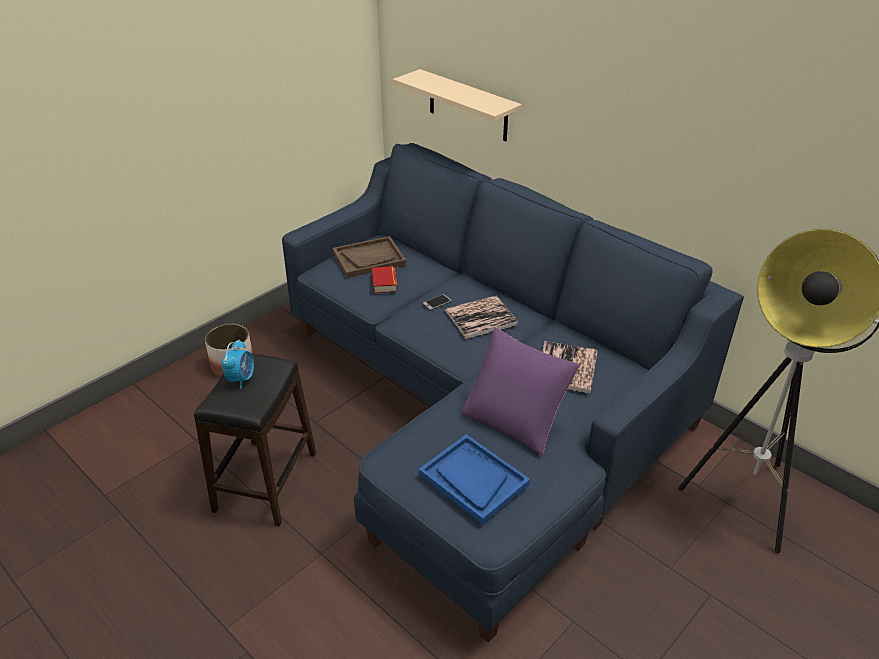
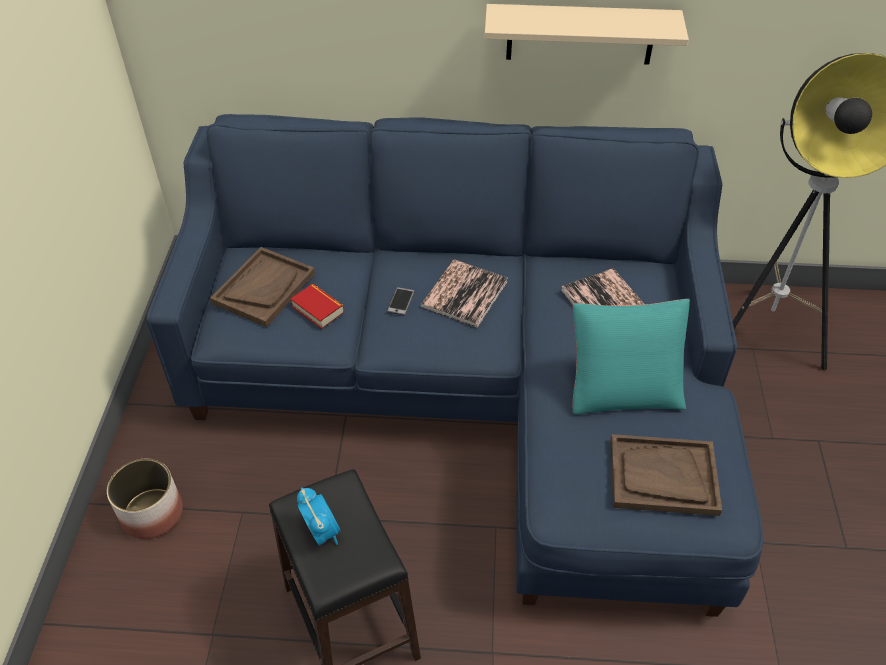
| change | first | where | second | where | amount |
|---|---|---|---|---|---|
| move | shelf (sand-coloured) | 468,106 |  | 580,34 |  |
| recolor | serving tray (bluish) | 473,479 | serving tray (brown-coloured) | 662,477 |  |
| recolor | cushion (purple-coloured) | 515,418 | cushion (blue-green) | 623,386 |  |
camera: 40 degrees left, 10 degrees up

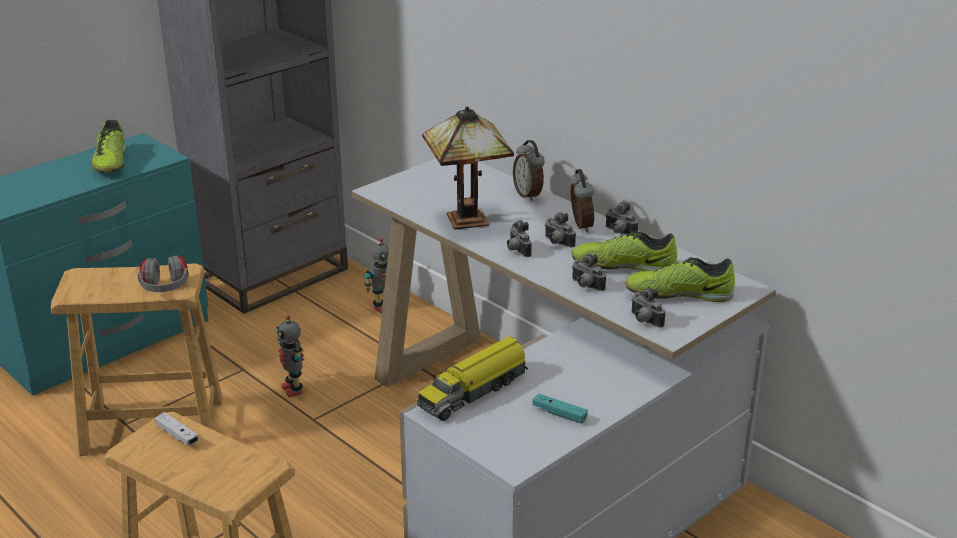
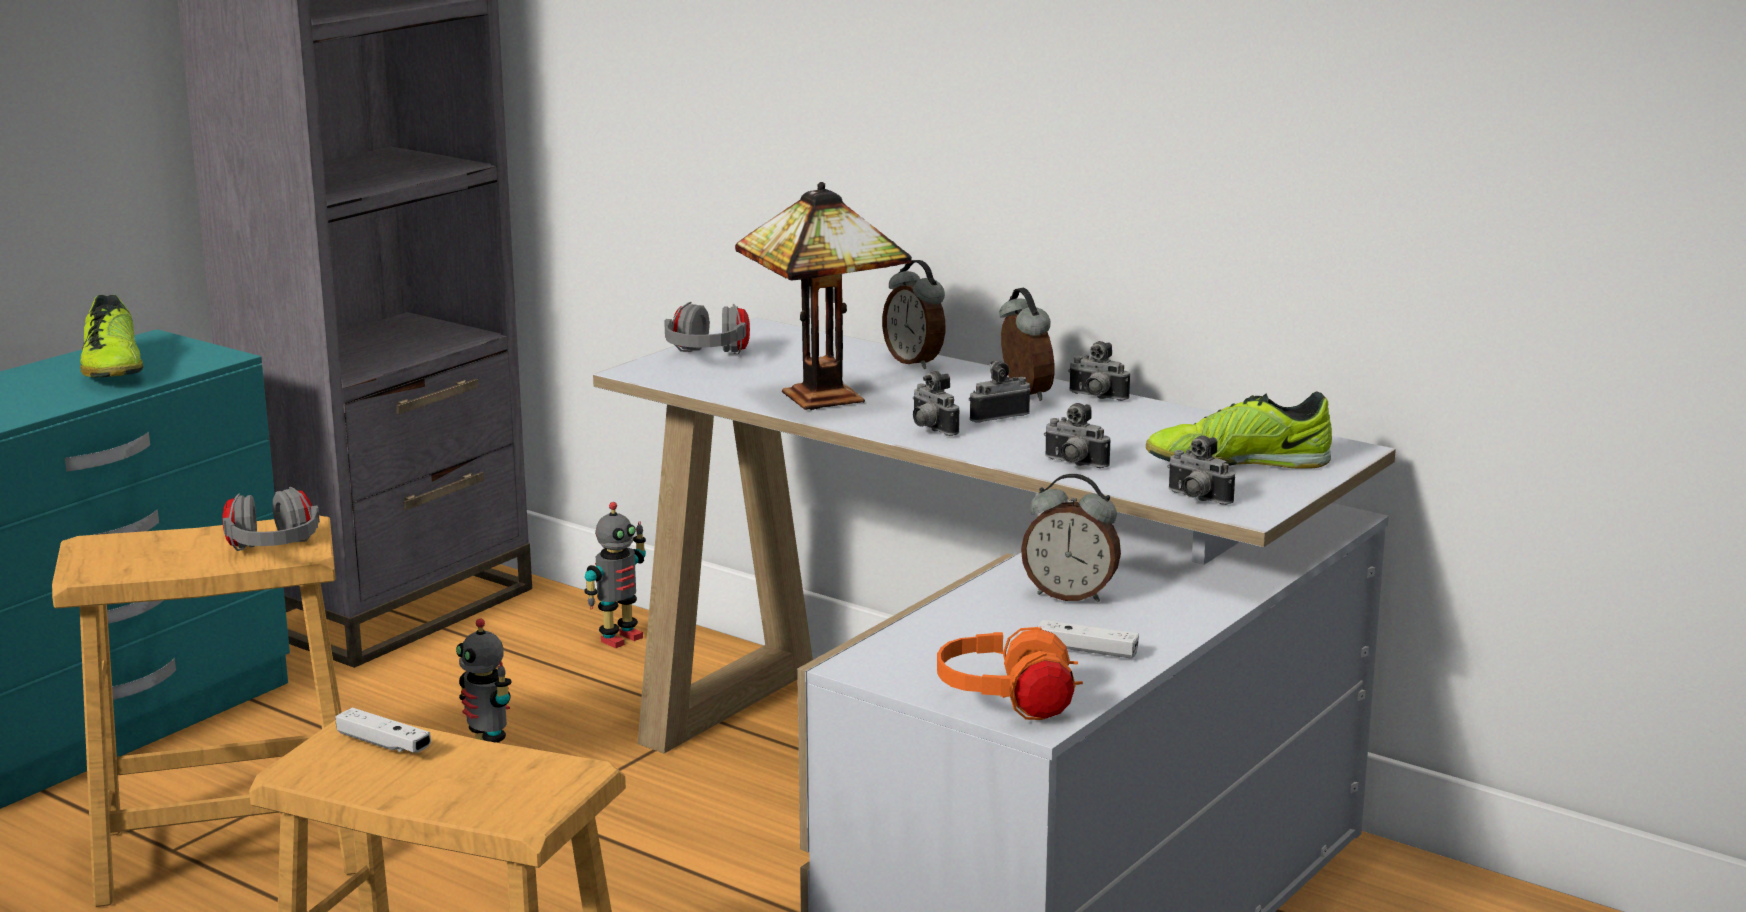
| change | first | where | second | where | amount |
|---|---|---|---|---|---|
| delete | model truck | 474,391 |  |  |  |
| recolor | joypad (blue-green) | 559,414 | joypad (whitish) | 1086,650 |  |
| rotate | photo camera | 557,243 |  | 996,416 | 120 degrees clockwise |
| delete | shoe | 623,266 |  |  |  |
| insert |  |  | headset (greyish) | 707,359 |  |
| insert |  |  | headset (orange) | 1008,705 |  |
| insert |  |  | bedside clock | 1070,595 |  |
camera: 10 degrees left, 10 degrees down

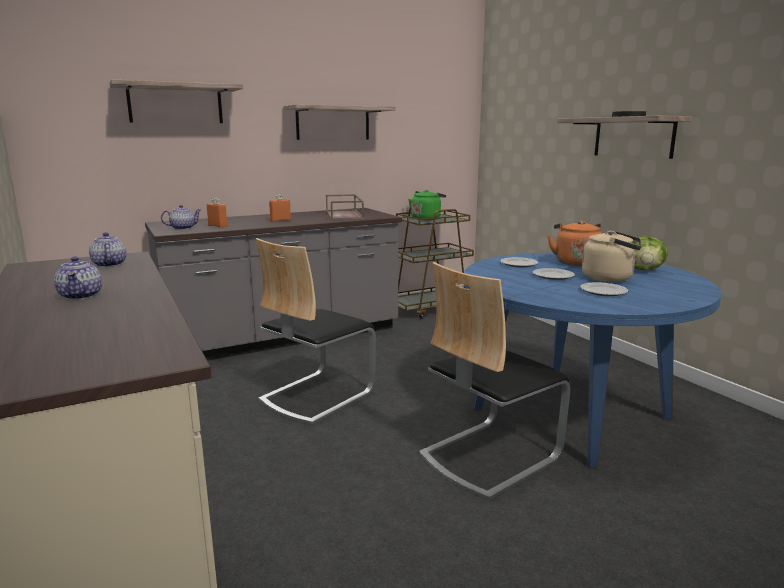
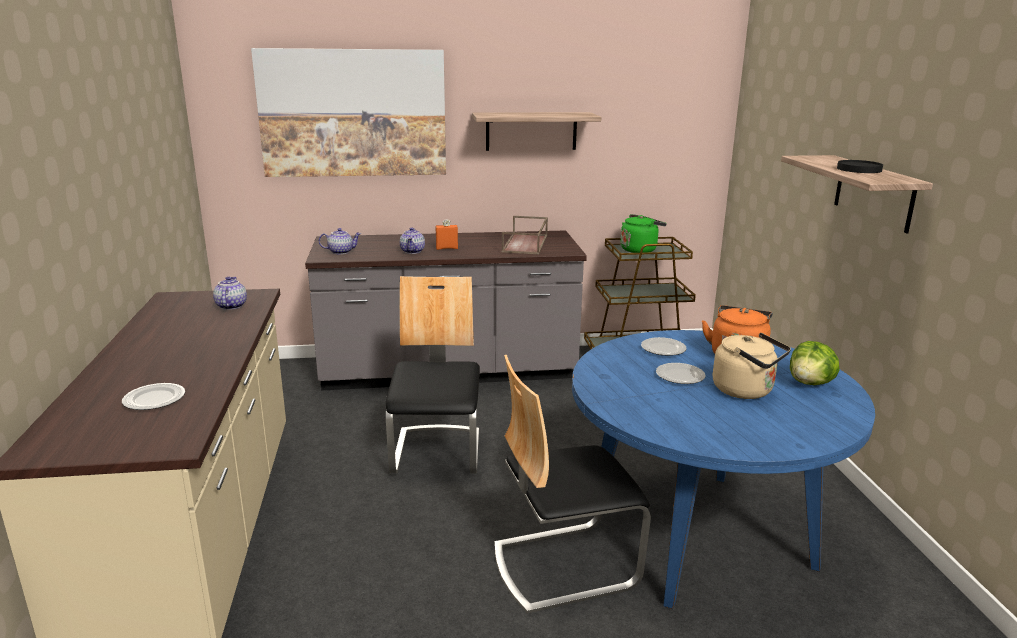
| change | first | where | second | where | amount |
|---|---|---|---|---|---|
| move | pot for tea | 81,296 |  | 413,251 |  |
| replace | shelf | 175,104 | wall art | 353,113 |  |
| delete | beverage bottle (orange) | 217,226 |  |  |  |
| rotate | upright chair | 316,395 |  | 437,452 | 120 degrees clockwise |
| move | dinner plate | 603,292 |  | 153,400 |  |
camera: 20 degrees right, 5 degrees up

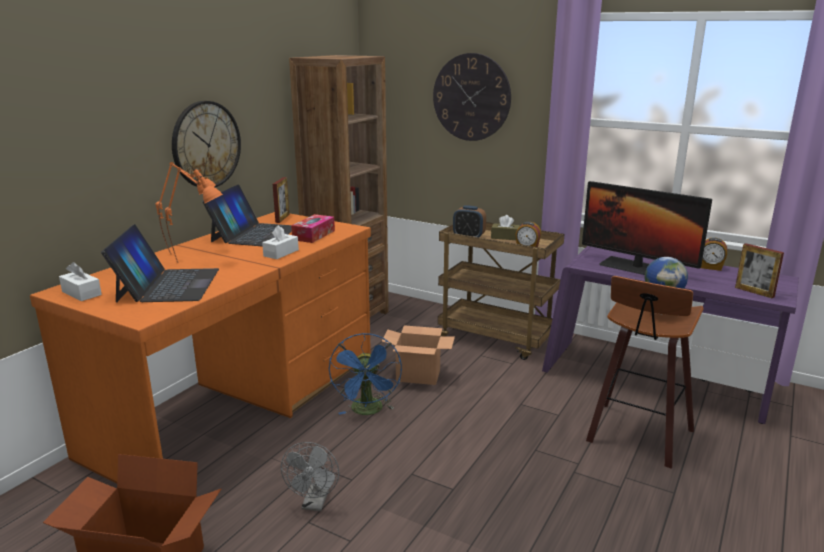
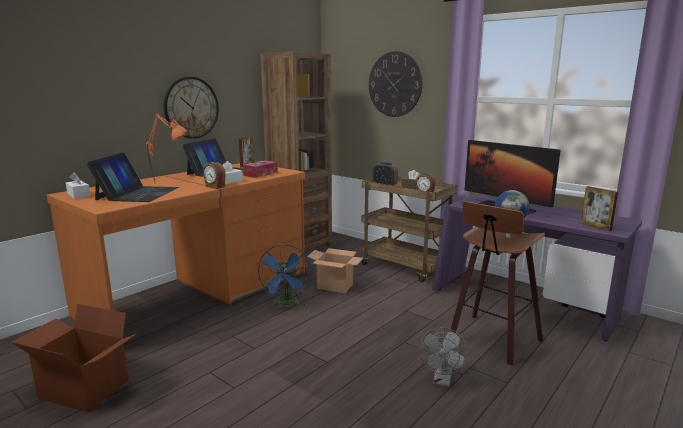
| change | first | where | second | where | amount |
|---|---|---|---|---|---|
| move | cooling fan (greyish) | 315,503 |  | 442,381 |  |
| move | bedside clock | 710,267 |  | 214,187 |  |
camera: 10 degrees right, 5 degrees down

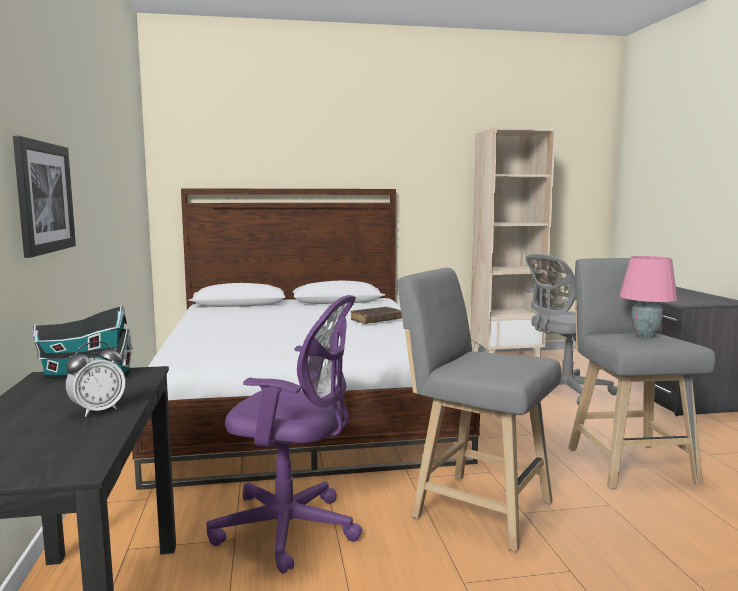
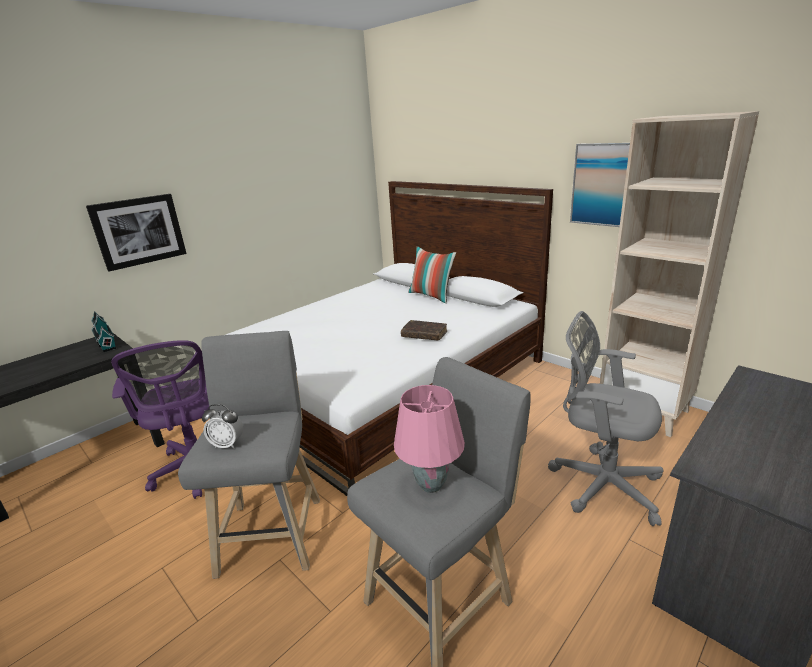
| change | first | where | second | where | amount |
|---|---|---|---|---|---|
| move | bedside clock | 98,411 |  | 227,444 |  |
| insert |  |  | cushion | 431,296 |  |
| insert |  |  | wall art | 605,185 |  |
camera: 55 degrees right, 15 degrees up

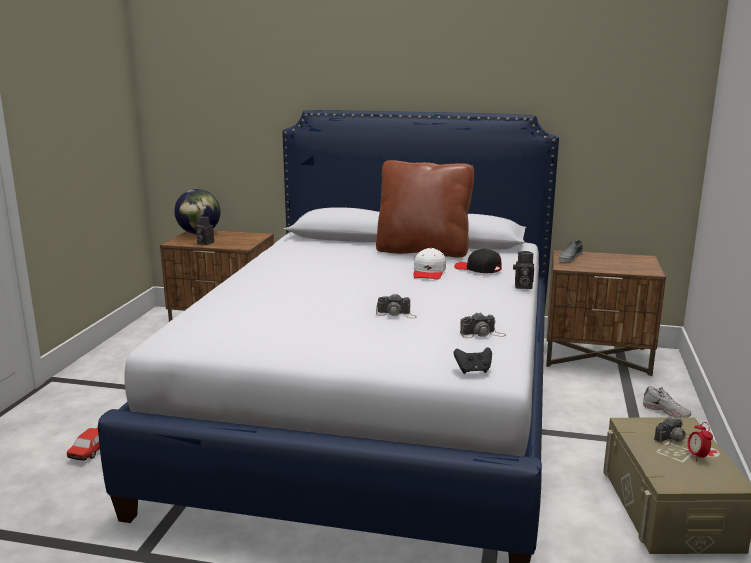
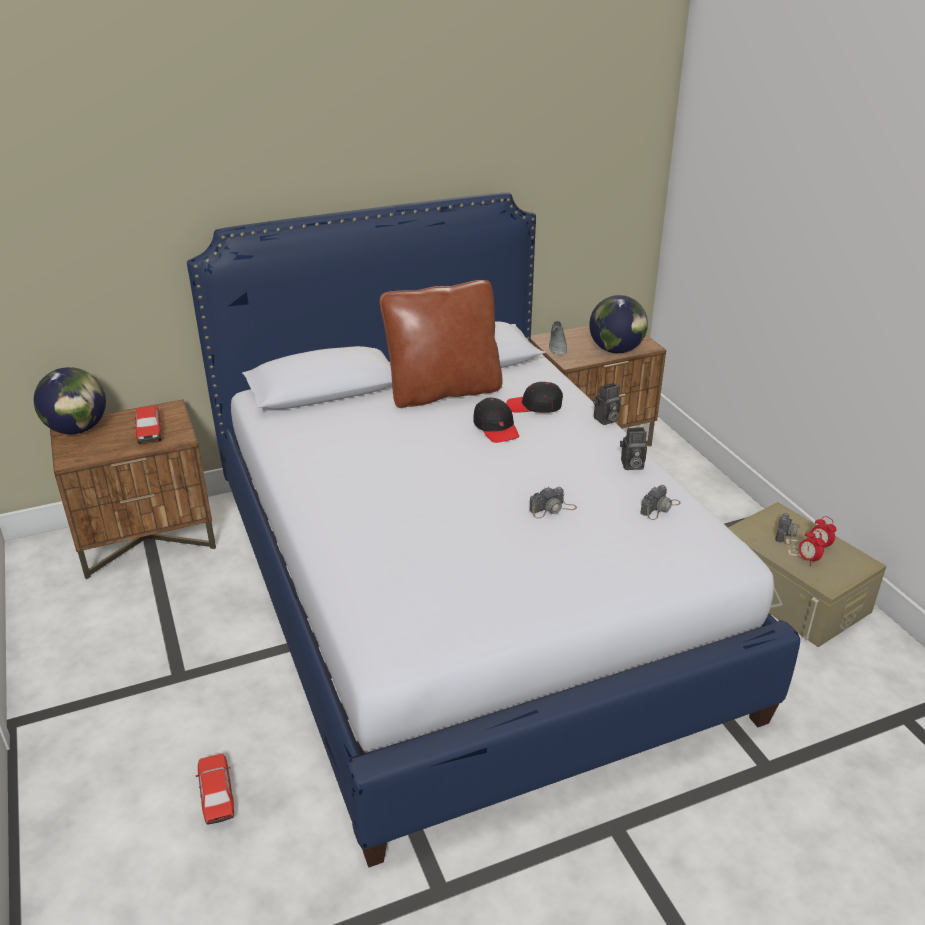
| change | first | where | second | where | amount |
|---|---|---|---|---|---|
| move | photo camera | 204,243 |  | 631,465 |  |
| recolor | cap (whitish) | 429,272 | cap (black) | 496,428 |  |
| delete | joypad (black) | 473,371 |  |  |  |
| delete | shoe (whitish) | 666,411 |  |  |  |
| insert |  |  | toy car | 149,431 |  |
| insert |  |  | globe | 616,350 |  |
| insert |  |  | bedside clock | 808,560 |  |
camera: 35 degrees left, 15 degrees up

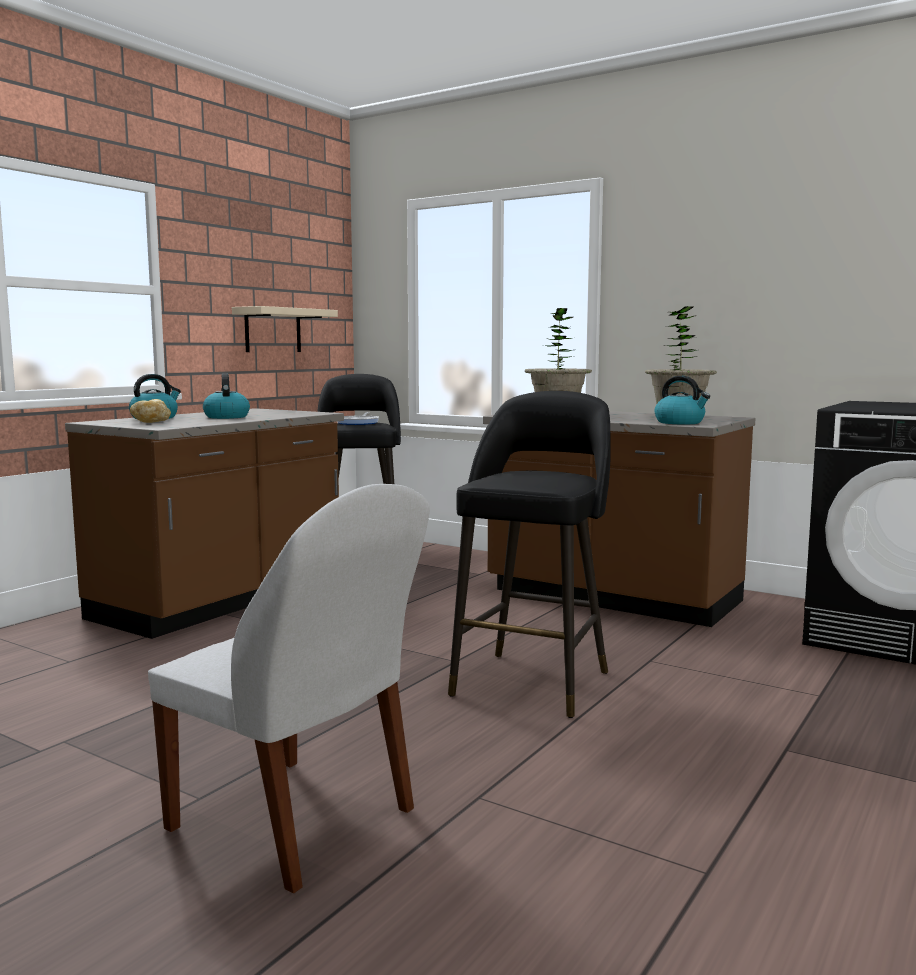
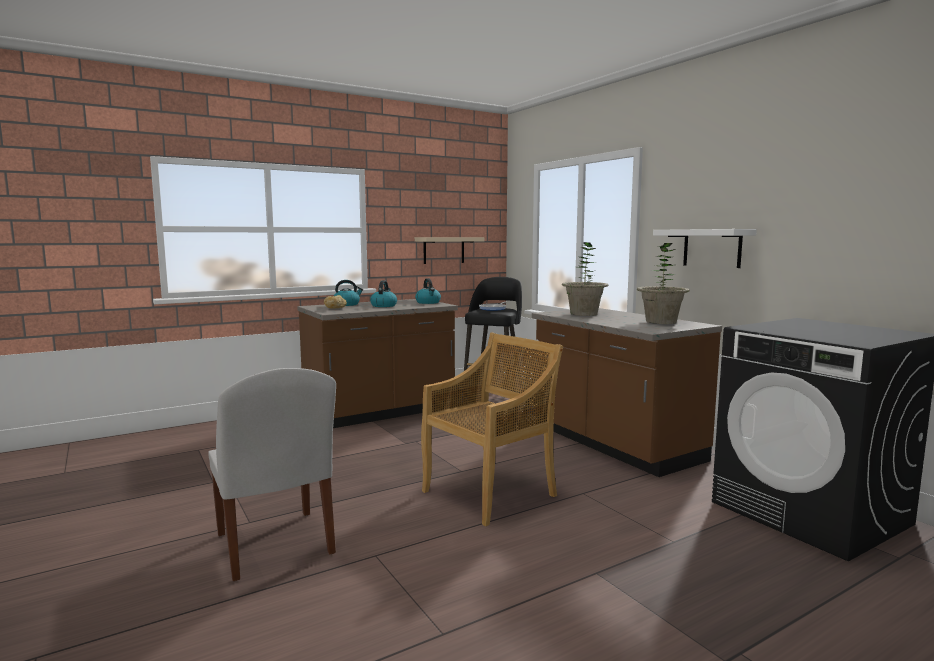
| change | first | where | second | where | amount |
|---|---|---|---|---|---|
| replace | stool seat (black) | 533,681 | upright chair (sand-coloured) | 490,493 |  |
| move | kettle | 680,422 |  | 428,302 |  |
| insert |  |  | shelf (whitish) | 712,248 |  |
camera: 25 degrees right, 0 degrees up

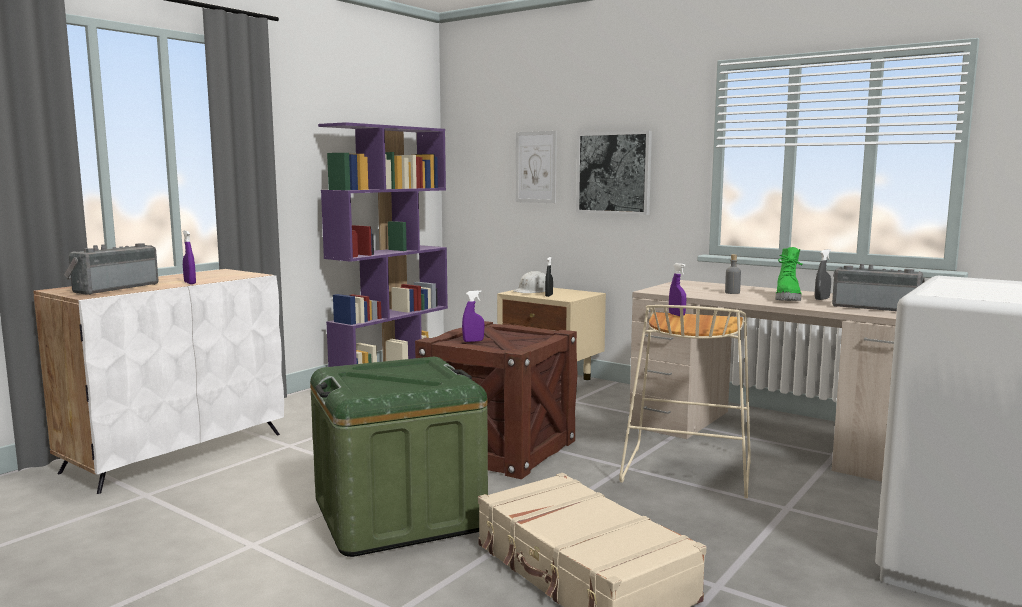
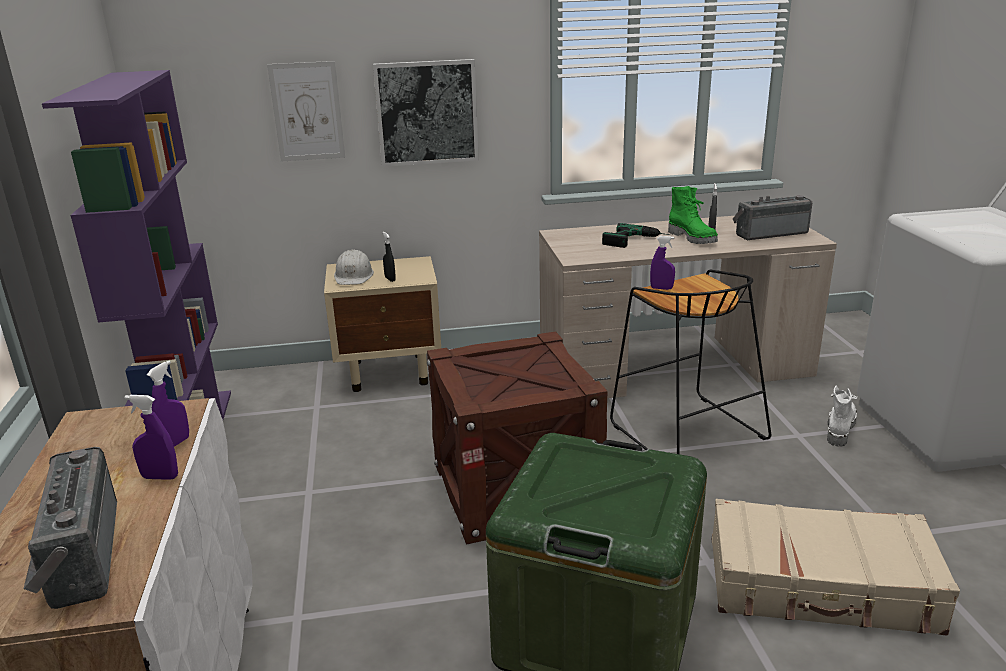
| change | first | where | second | where | amount |
|---|---|---|---|---|---|
| move | hand sprayer (purple-coloured) | 473,341 |  | 175,444 |  |
| recolor | stool seat (sand-coloured) | 686,469 | stool seat (black) | 684,431 |  |
| replace | beverage bottle (greyish) | 732,293 | electric drill | 636,241 |  |
| insert |  |  | tall boot (whitish) | 839,428 |  |
camera: 45 degrees left, 15 degrees up

